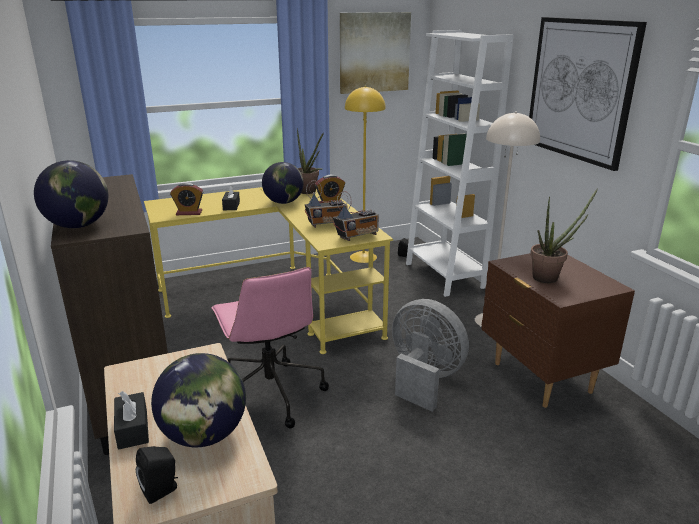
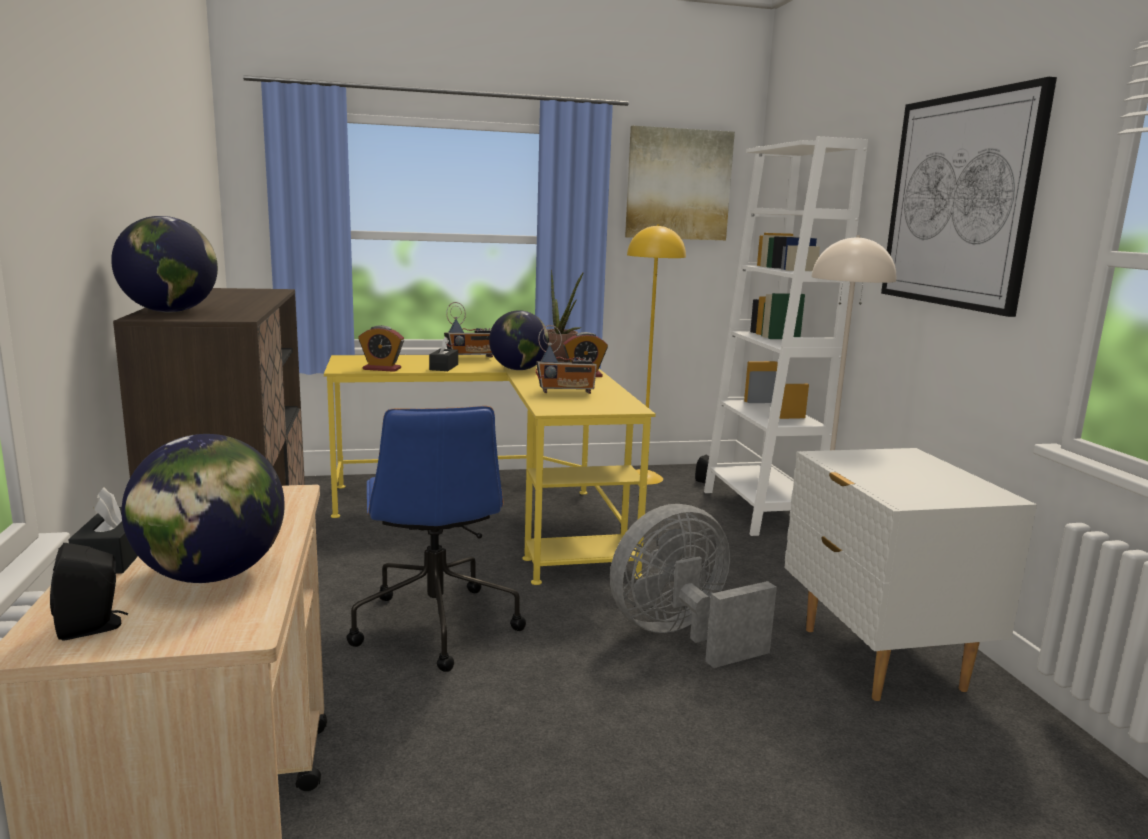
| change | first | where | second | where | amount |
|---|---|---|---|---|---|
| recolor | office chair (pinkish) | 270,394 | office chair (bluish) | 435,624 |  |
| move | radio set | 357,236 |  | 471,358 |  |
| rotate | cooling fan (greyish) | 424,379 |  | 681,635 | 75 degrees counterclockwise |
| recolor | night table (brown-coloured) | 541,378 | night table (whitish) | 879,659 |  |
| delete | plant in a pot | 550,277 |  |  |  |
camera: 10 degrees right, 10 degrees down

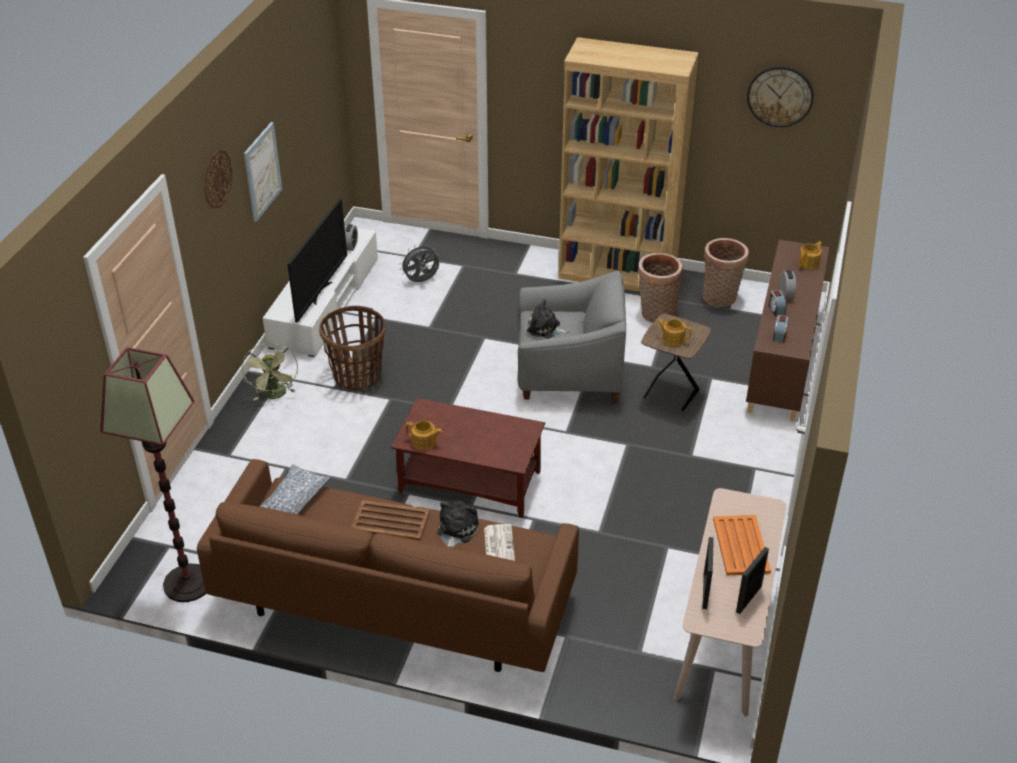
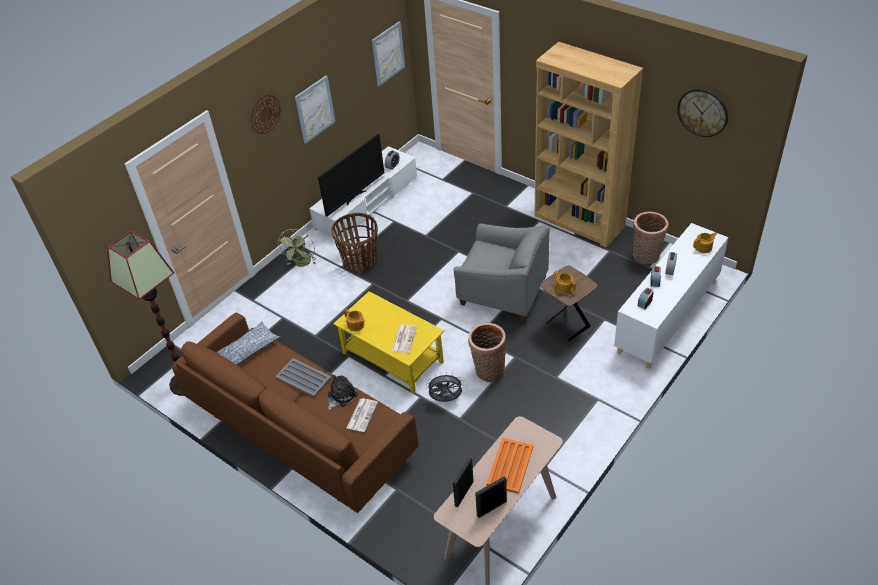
| change | first | where | second | where | amount |
|---|---|---|---|---|---|
| recolor | serving tray (brown-coloured) | 391,521 | serving tray (greyish) | 303,378 |  |
| recolor | lounge table (brown-coloured) | 468,482 | lounge table (yellow) | 392,357 |  |
| move | cooling fan (greyish) | 421,281 |  | 446,400 |  |
| delete | plush toy | 545,329 |  |  |  |
| move | storage basket | 656,314 |  | 488,370 |  |
| recolor | cabinet (brown-coloured) | 782,360 | cabinet (whitish) | 667,317 |  |
| insert |  |  | wall art | 388,53 |  |
| insert |  |  | printed paper | 404,338 |  |
camera: 25 degrees right, 5 degrees up

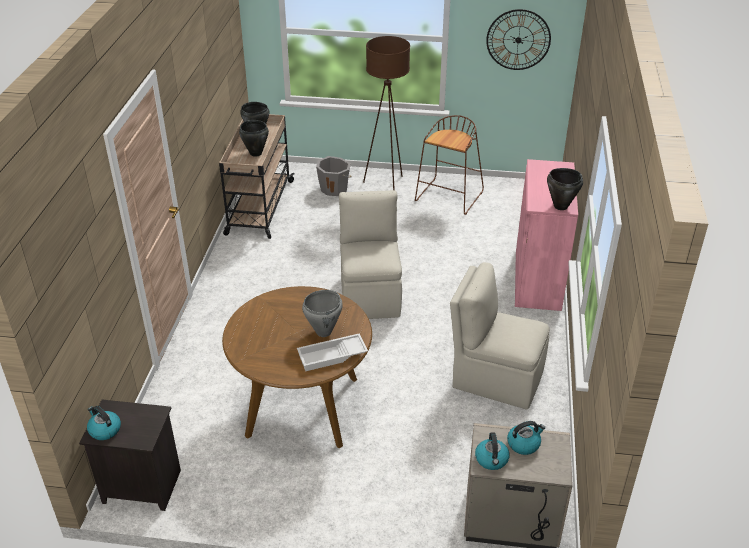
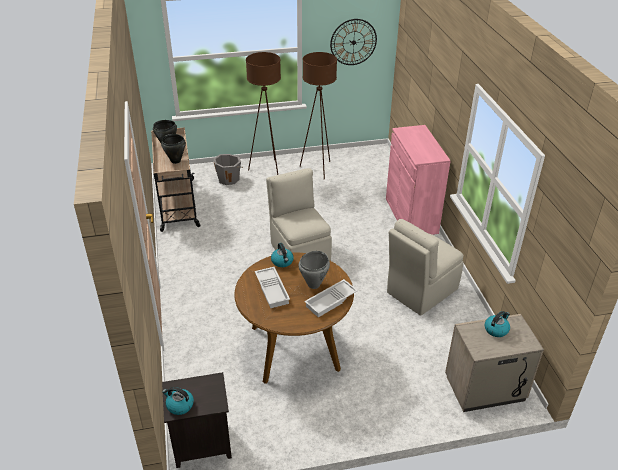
| change | first | where | second | where | amount |
|---|---|---|---|---|---|
| replace | stool seat (brown-coloured) | 449,197 | standing lamp (brown-coloured) | 318,169 |  |
| rotate | upright chair (sand-coloured) | 495,378 |  | 420,291 | 45 degrees counterclockwise |
| move | kettle | 491,460 |  | 282,262 |  |
| delete | cooking pot (black) | 560,206 |  |  |  |
| insert |  |  | serving tray (whitish) | 273,290 |  |
camera: 20 degrees left, 0 degrees up

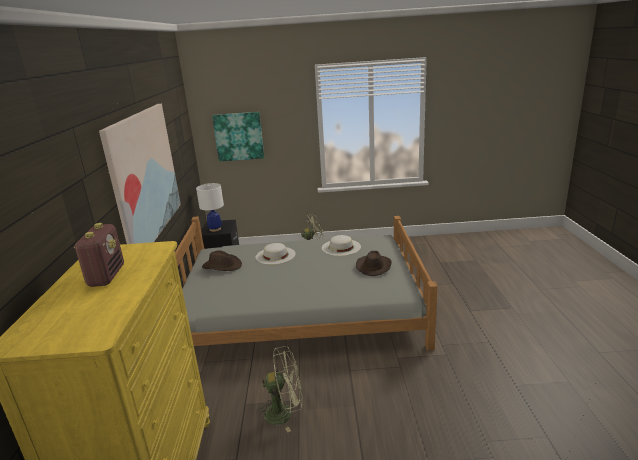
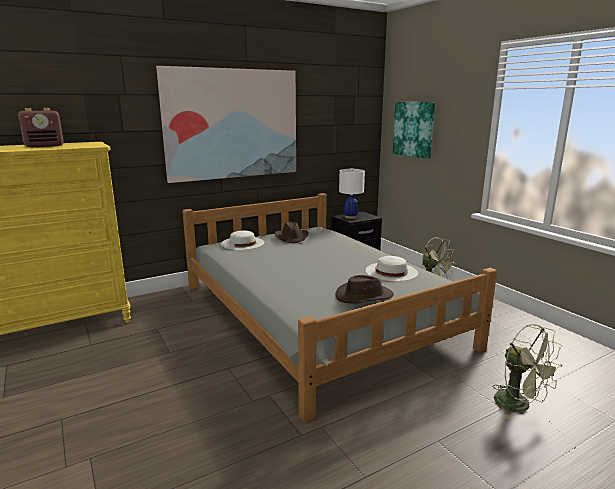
| change | first | where | second | where | amount |
|---|---|---|---|---|---|
| move | wearable hat (whitish) | 275,255 |  | 242,243 |  |
| move | cooling fan (green-coloured) | 284,413 |  | 519,405 |  |
camera: 60 degrees right, 5 degrees down

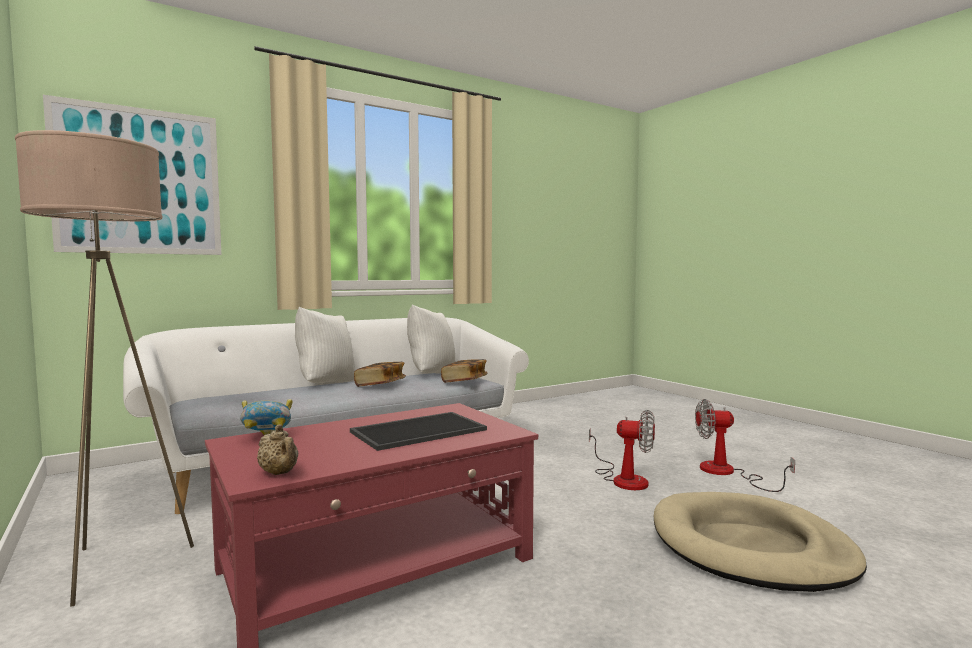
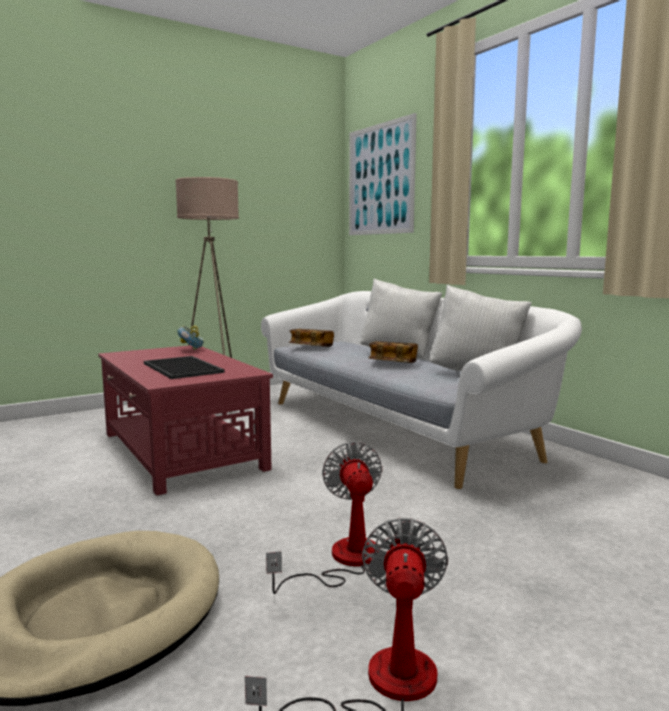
| change | first | where | second | where | amount |
|---|---|---|---|---|---|
| delete | pot for tea (sand-coloured) | 279,473 |  |  |  |
| move | book | 464,381 |  | 311,347 |  |
| rotate | cooling fan | 623,479 |  | 343,561 | 150 degrees clockwise |
camera: 90 degrees right, 5 degrees up

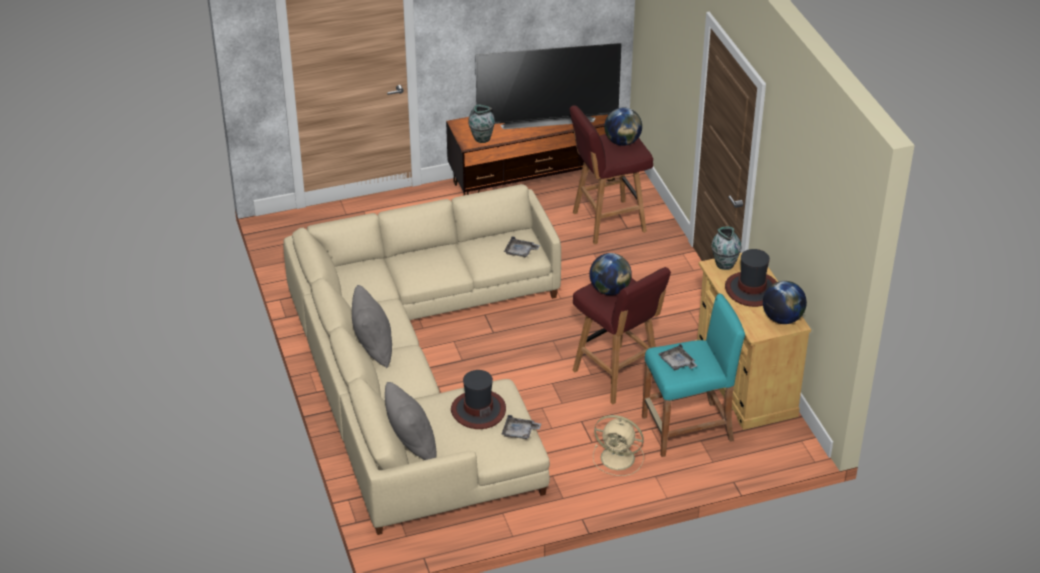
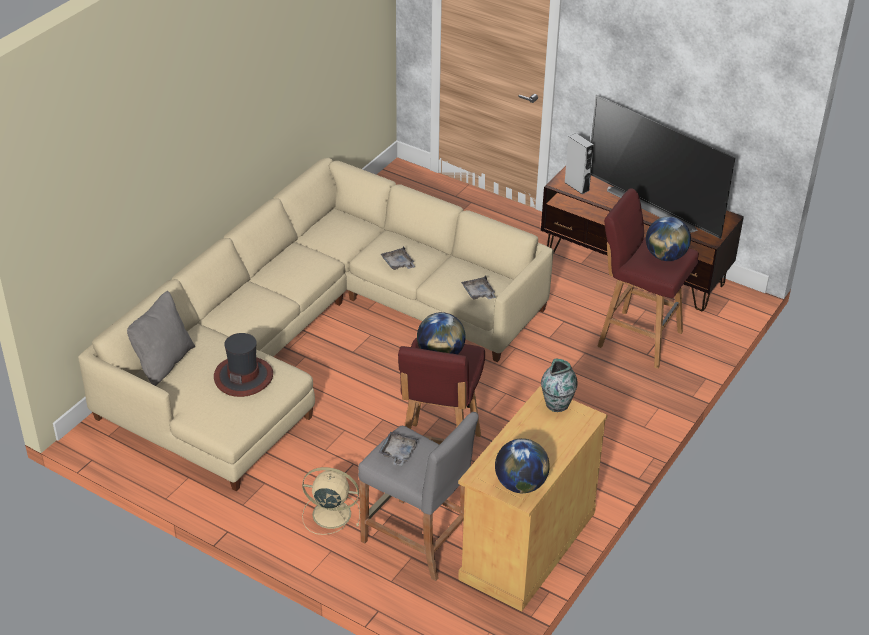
| change | first | where | second | where | amount |
|---|---|---|---|---|---|
| delete | cushion (greyish) | 373,348 |  |  |  |
| replace | vase | 481,138 | speaker (greyish) | 576,186 |  |
| move | serving tray (greyish) | 519,432 |  | 398,264 |  |
| rotate | cooling fan (sand-coloured) | 619,458 |  | 330,514 | 120 degrees clockwise |
| recolor | stool seat (blue-green) | 687,429 | stool seat (greyish) | 417,539 |  |
| delete | wearable hat | 751,289 |  |  |  |
camera: 50 degrees right, 0 degrees up

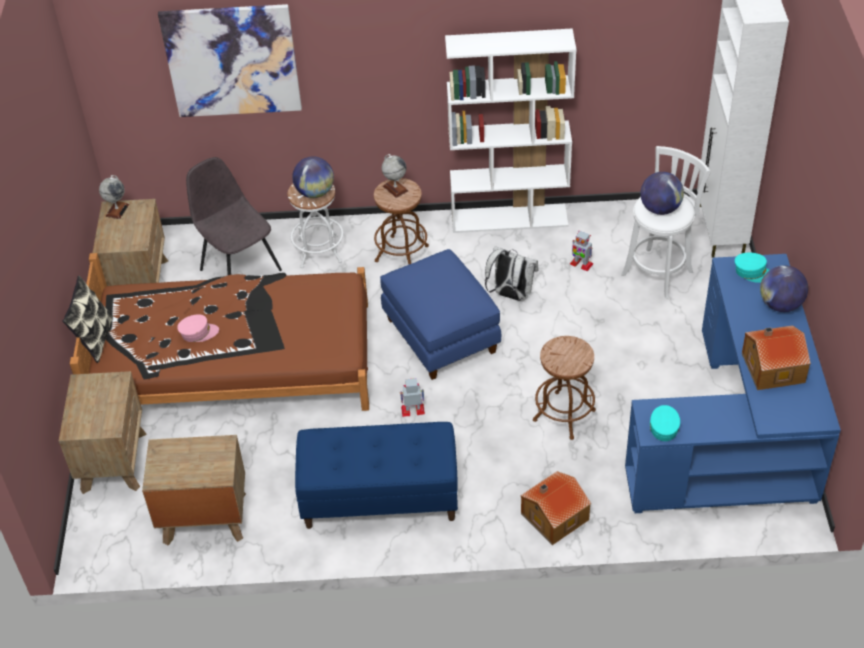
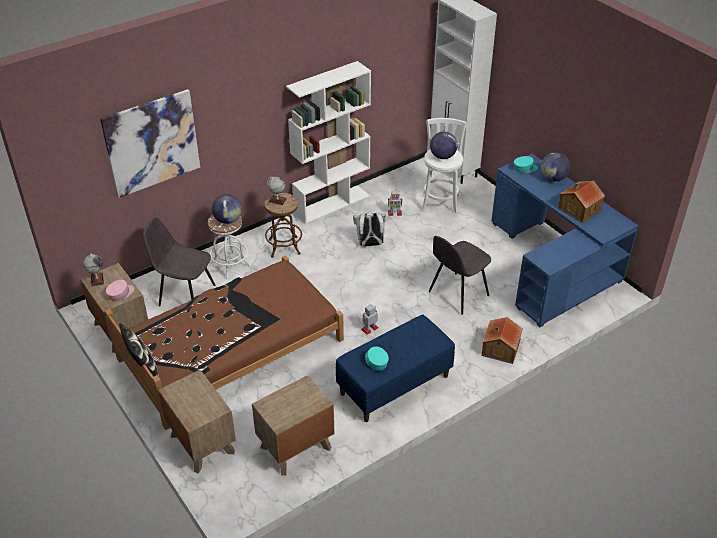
| change | first | where | second | where | amount |
|---|---|---|---|---|---|
| move | cap (pinkish) | 198,333 |  | 120,293 |  |
| delete | footrest (bluish) | 442,335 |  |  |  |
| replace | stool seat (brown-coloured) | 564,415 | upright chair (greyish) | 457,294 |  |
| move | cap (blue-green) | 663,426 |  | 376,361 |  |
camera: 35 degrees left, 5 degrees down

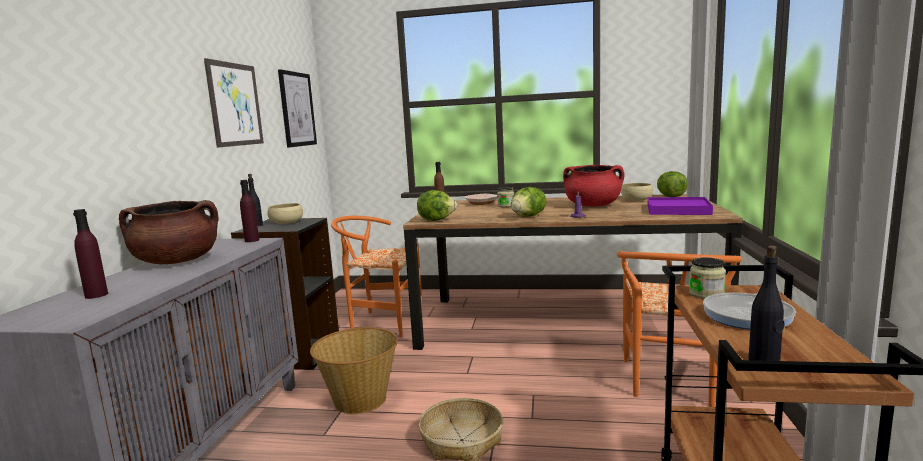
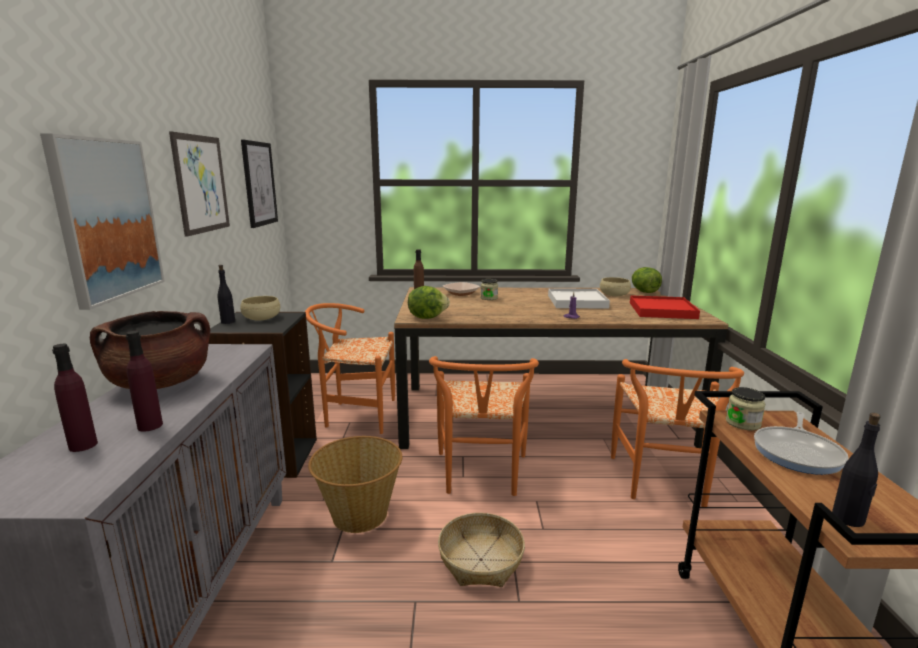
| change | first | where | second | where | amount |
|---|---|---|---|---|---|
| move | beverage bottle (purple-coloured) | 252,240 |  | 150,426 |  |
| delete | lettuce | 528,216 |  |  |  |
| replace | cooking pot (reddish) | 593,206 | serving tray (whitish) | 577,301 |  |
| recolor | serving tray (purple-coloured) | 678,209 | serving tray (reddish) | 662,310 |  |
| insert |  |  | wall art | 106,219 |  |
| insert |  |  | upright chair (orange) | 481,477 |  |
camera: 10 degrees left, 5 degrees up

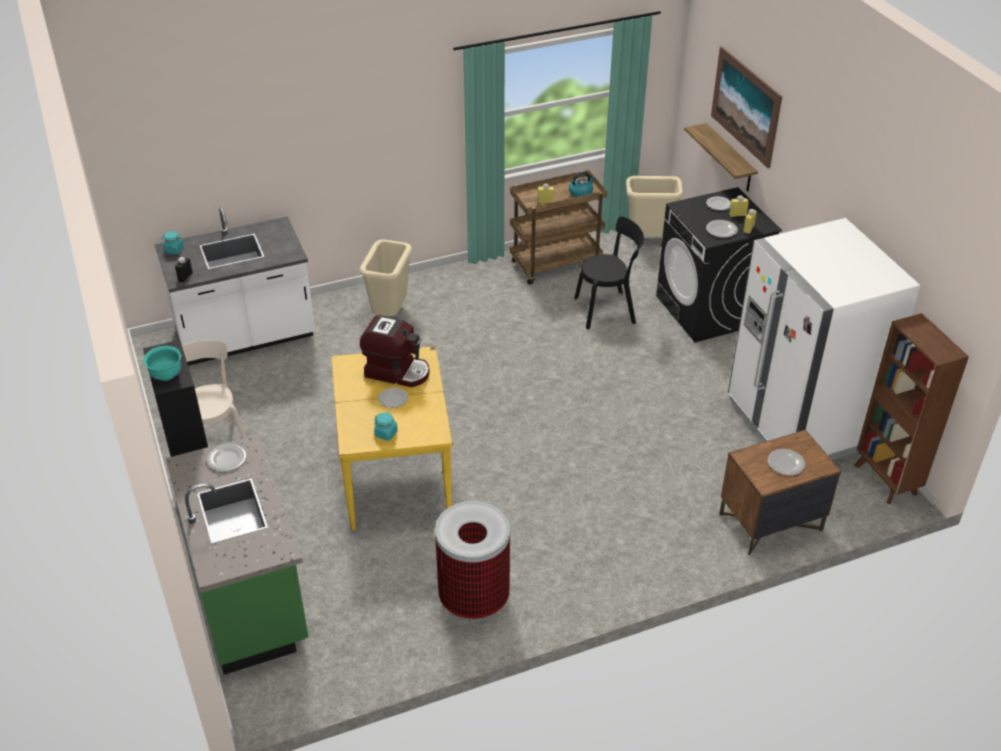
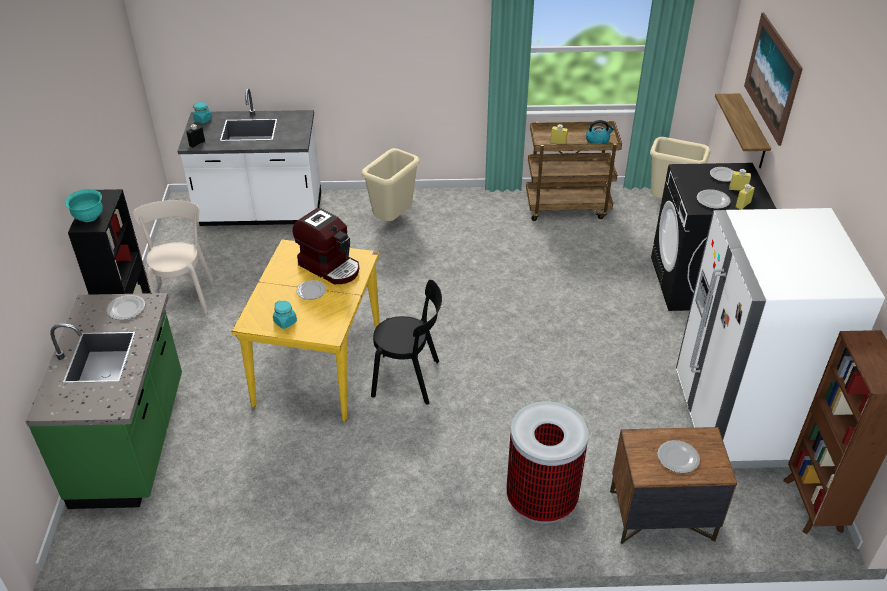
| change | first | where | second | where | amount |
|---|---|---|---|---|---|
| move | rubbish bin | 473,599 |  | 541,500 |  |
| move | upright chair (black) | 608,310 |  | 409,379 |  |
camera: 20 degrees right, 0 degrees up

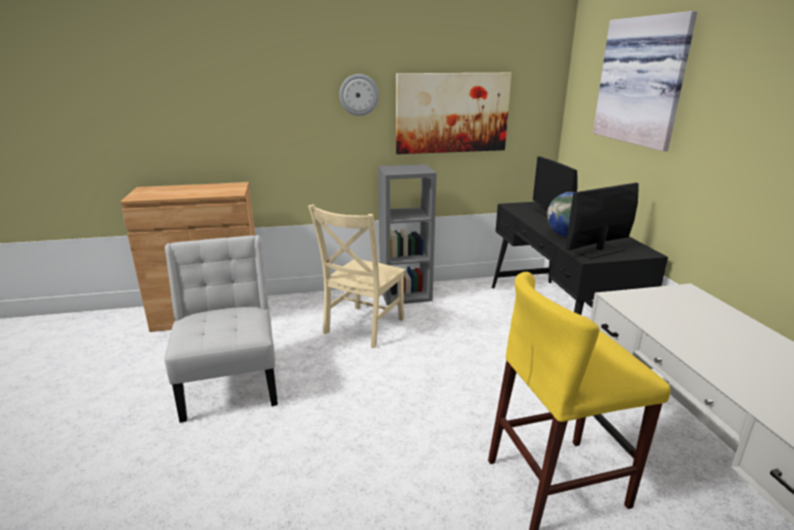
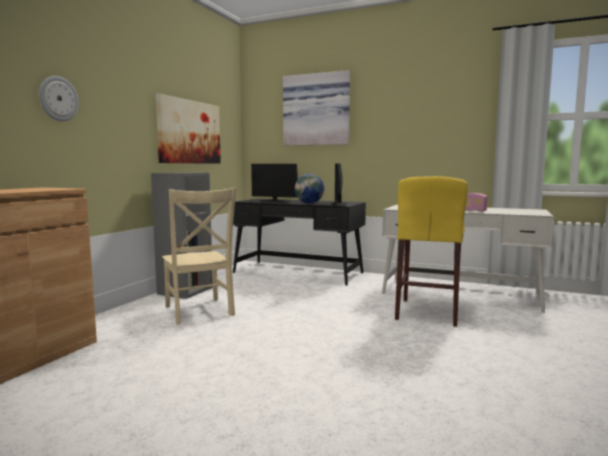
| change | first | where | second | where | amount |
|---|---|---|---|---|---|
| delete | upright chair (whitish) | 231,381 |  |  |  |
| move | hanging clock | 359,95 |  | 58,99 |  |
| insert |  |  | radio set | 473,211 |  |
camera: 55 degrees left, 15 degrees down

